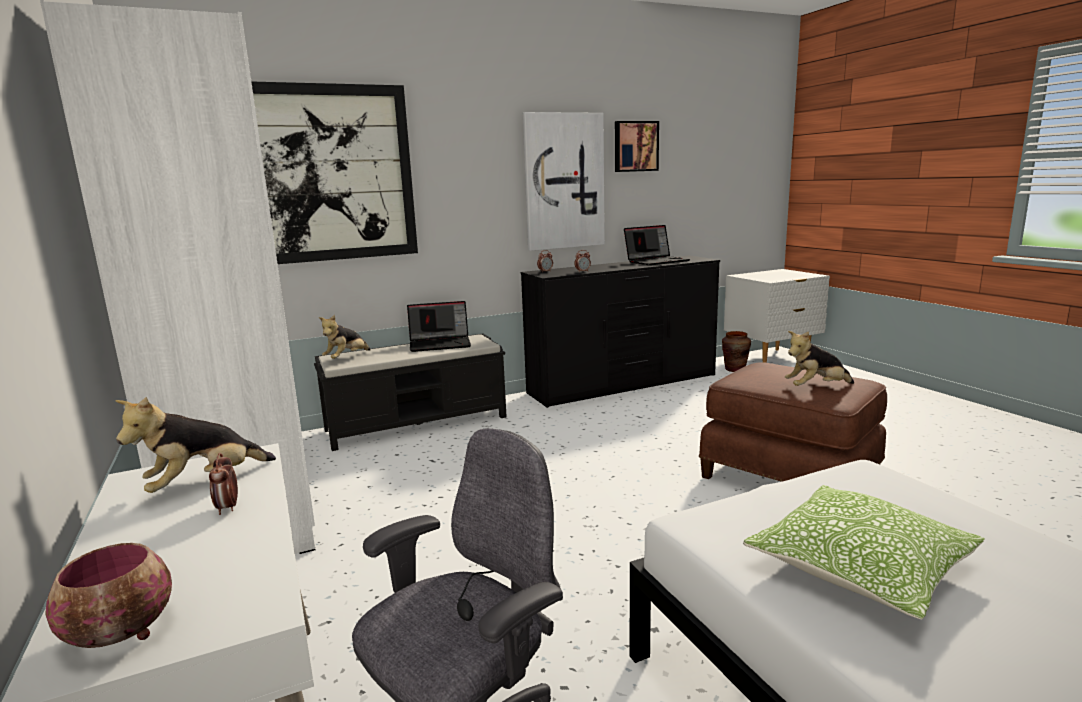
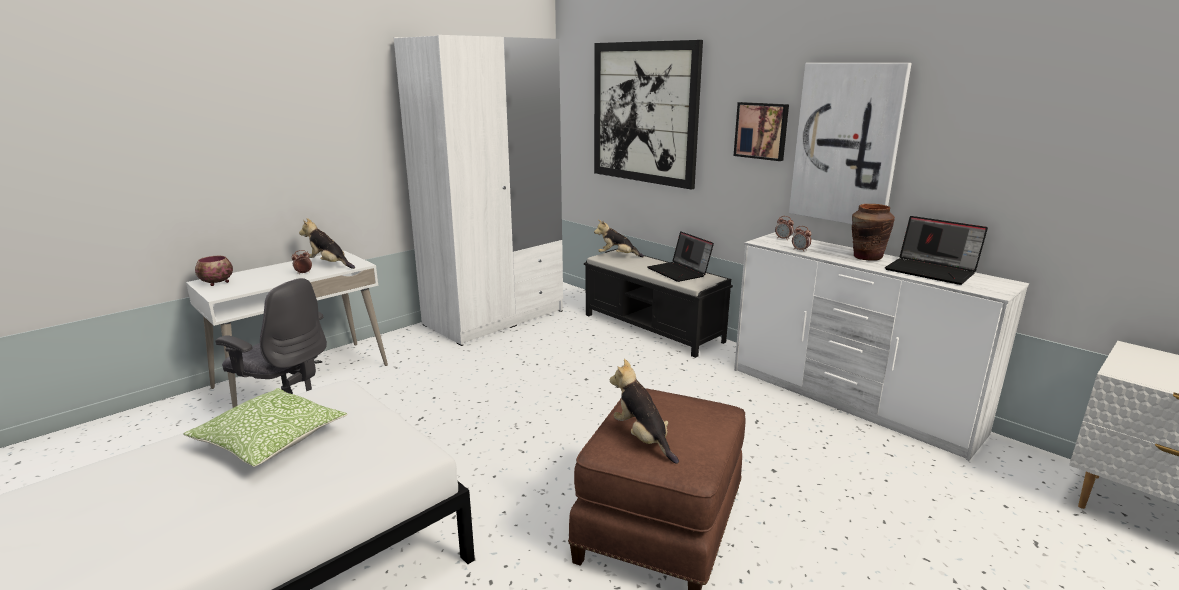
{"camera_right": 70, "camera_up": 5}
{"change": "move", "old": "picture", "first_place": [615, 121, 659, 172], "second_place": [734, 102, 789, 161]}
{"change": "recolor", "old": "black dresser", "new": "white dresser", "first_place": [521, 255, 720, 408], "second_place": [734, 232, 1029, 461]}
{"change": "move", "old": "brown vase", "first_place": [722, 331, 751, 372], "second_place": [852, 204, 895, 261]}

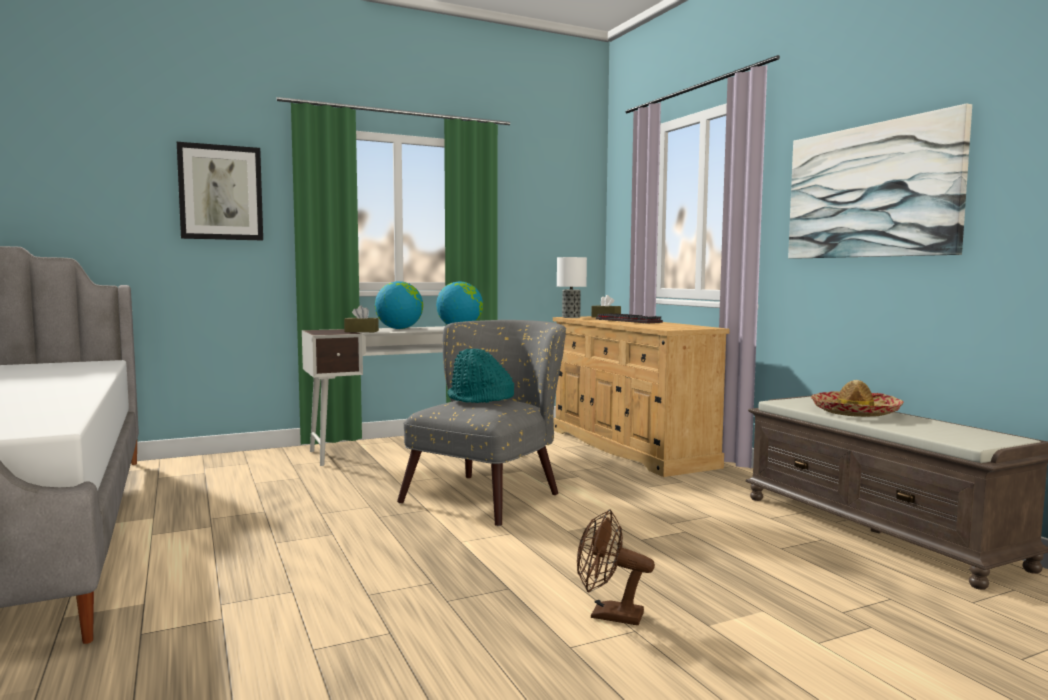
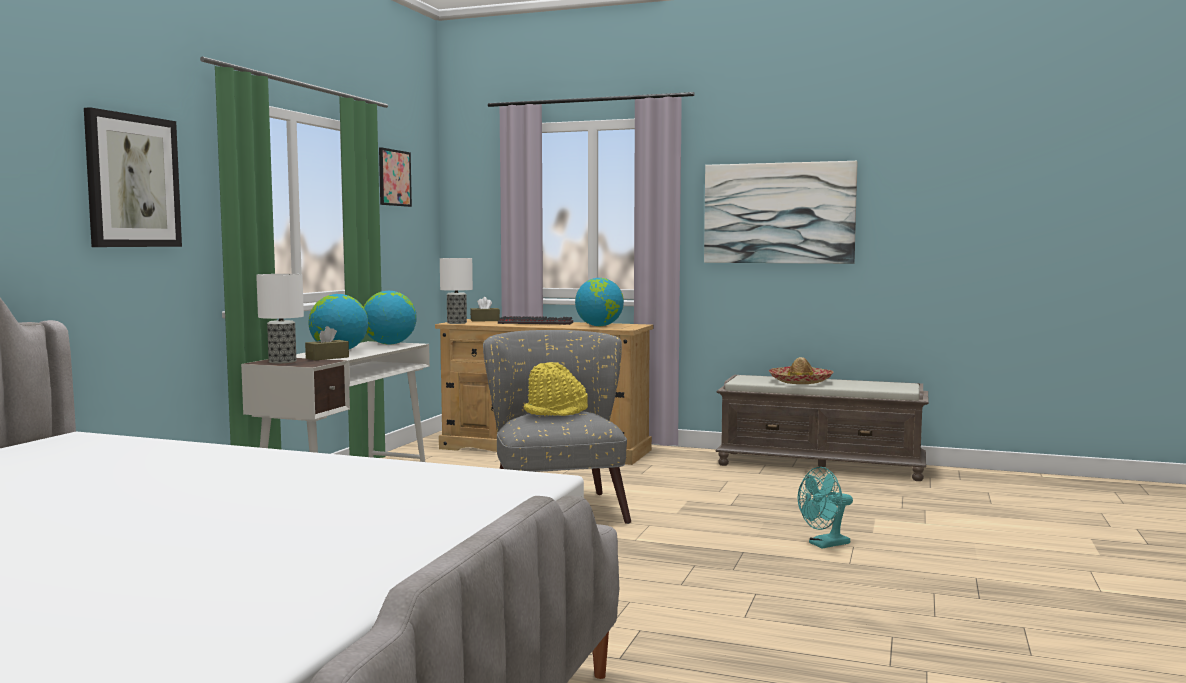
{"camera_right": -45, "camera_up": 0}
{"change": "recolor", "old": "turquoise hat", "new": "yellow hat", "first_place": [448, 349, 514, 403], "second_place": [524, 362, 588, 416]}
{"change": "recolor", "old": "brown fan", "new": "turquoise fan", "first_place": [577, 509, 655, 625], "second_place": [798, 467, 853, 549]}
{"change": "insert", "new": "picture", "second_place": [379, 147, 412, 207]}
{"change": "insert", "new": "table lamp", "second_place": [256, 274, 304, 363]}
{"change": "insert", "new": "globe", "second_place": [575, 278, 624, 326]}

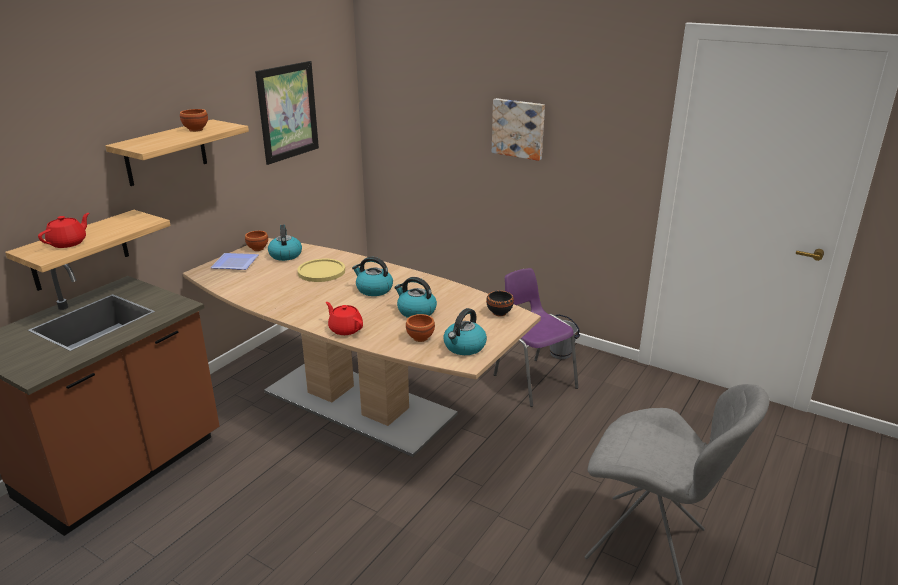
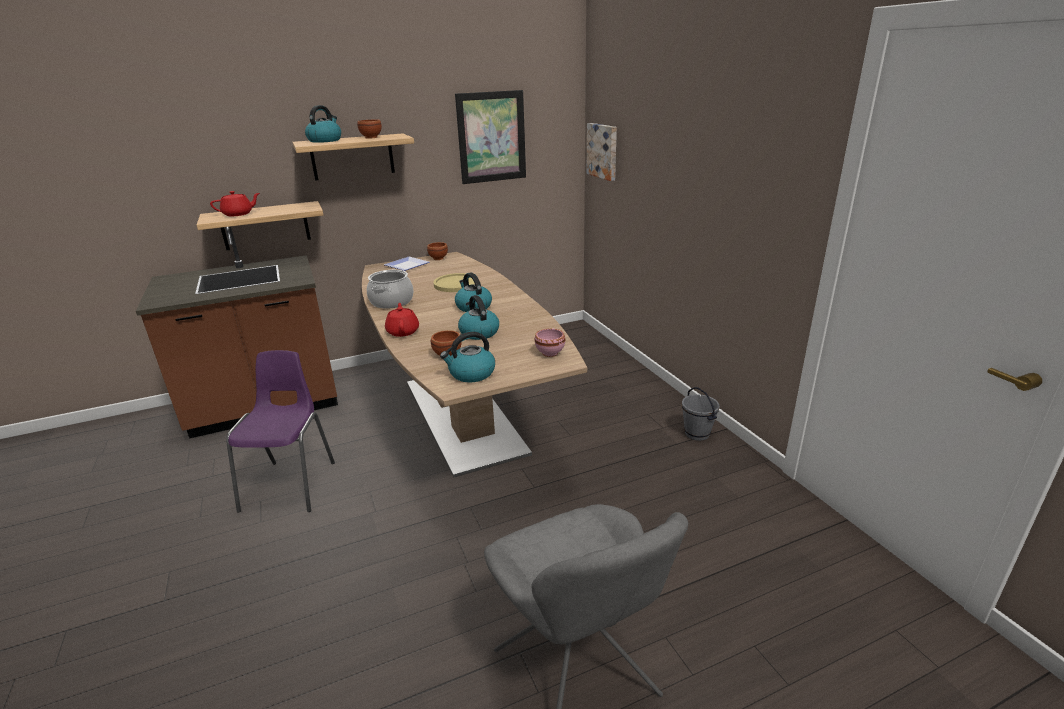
{"camera_right": 35, "camera_up": 0}
{"change": "move", "old": "picture", "first_place": [492, 98, 545, 161], "second_place": [587, 123, 617, 181]}
{"change": "move", "old": "kettle", "first_place": [268, 225, 302, 261], "second_place": [305, 105, 341, 143]}
{"change": "move", "old": "purple chair", "first_place": [494, 268, 578, 407], "second_place": [226, 350, 335, 513]}
{"change": "recolor", "old": "black bowl", "new": "pink bowl", "first_place": [486, 291, 514, 316], "second_place": [535, 328, 565, 357]}
{"change": "insert", "new": "cooking pot", "second_place": [367, 270, 414, 309]}

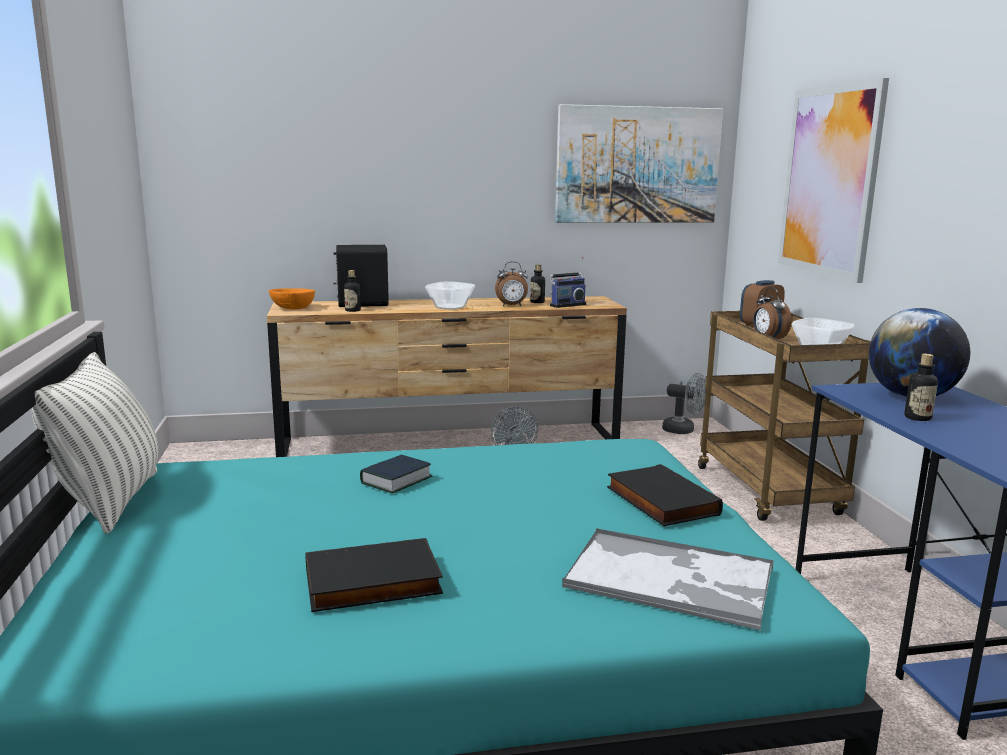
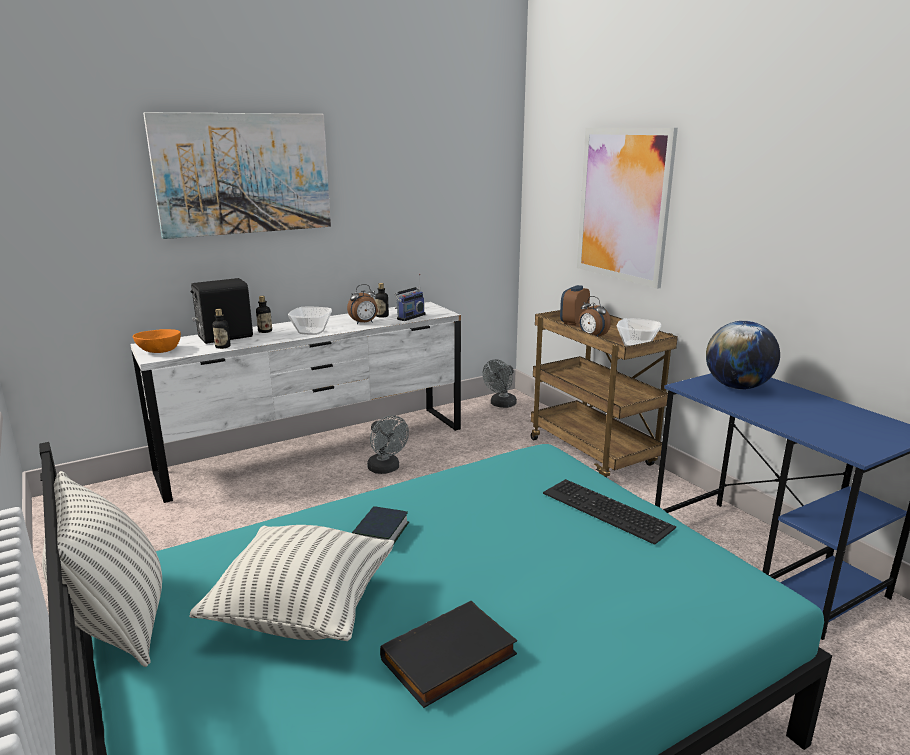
{"camera_right": -20, "camera_up": 5}
{"change": "move", "old": "picture", "first_place": [555, 104, 723, 223], "second_place": [143, 112, 331, 239]}
{"change": "recolor", "old": "brown dresser", "new": "white dresser", "first_place": [267, 296, 627, 457], "second_place": [130, 302, 461, 503]}
{"change": "move", "old": "bottle", "first_place": [904, 354, 938, 421], "second_place": [256, 296, 272, 333]}
{"change": "rotate", "old": "grey fan", "first_place": [662, 373, 706, 434], "second_place": [482, 359, 517, 408], "degrees": 120}
{"change": "replace", "old": "black book", "new": "keyboard", "first_place": [607, 464, 723, 526], "second_place": [543, 479, 676, 545]}
{"change": "delete", "old": "tray", "first_place": [562, 528, 774, 630]}
{"change": "insert", "new": "pillow", "second_place": [189, 525, 394, 641]}

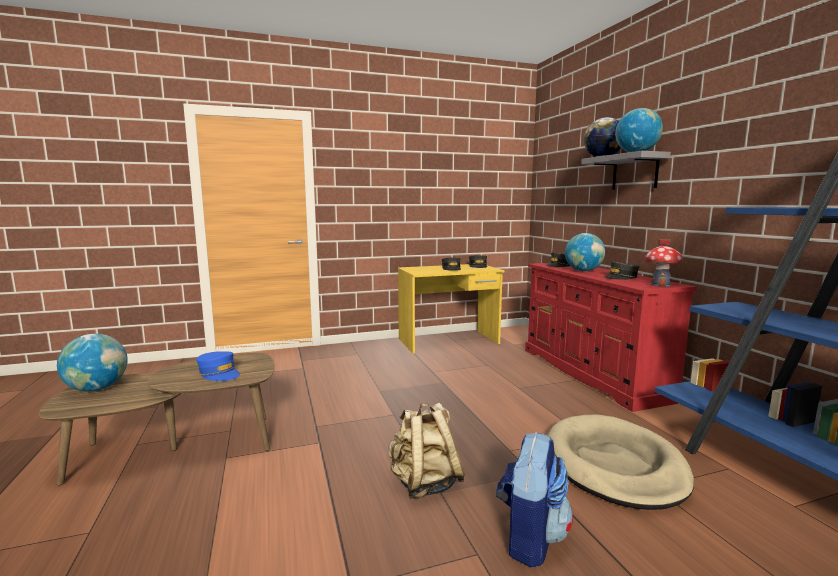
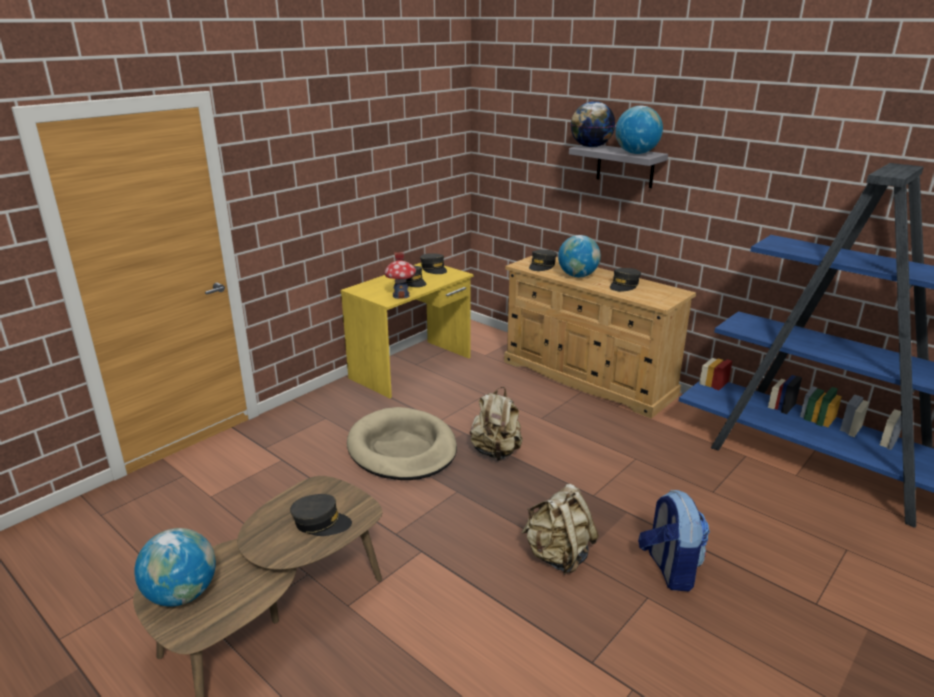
{"camera_right": -30, "camera_up": 15}
{"change": "move", "old": "toy house", "first_place": [645, 239, 683, 287], "second_place": [384, 252, 416, 299]}
{"change": "recolor", "old": "red dresser", "new": "beige dresser", "first_place": [525, 263, 697, 412], "second_place": [504, 256, 696, 419]}
{"change": "recolor", "old": "blue cap", "new": "grey cap", "first_place": [196, 351, 240, 381], "second_place": [290, 494, 352, 536]}
{"change": "move", "old": "beige dog bed", "first_place": [547, 414, 694, 510], "second_place": [347, 407, 457, 480]}
{"change": "insert", "new": "beige backpack", "second_place": [470, 387, 523, 461]}

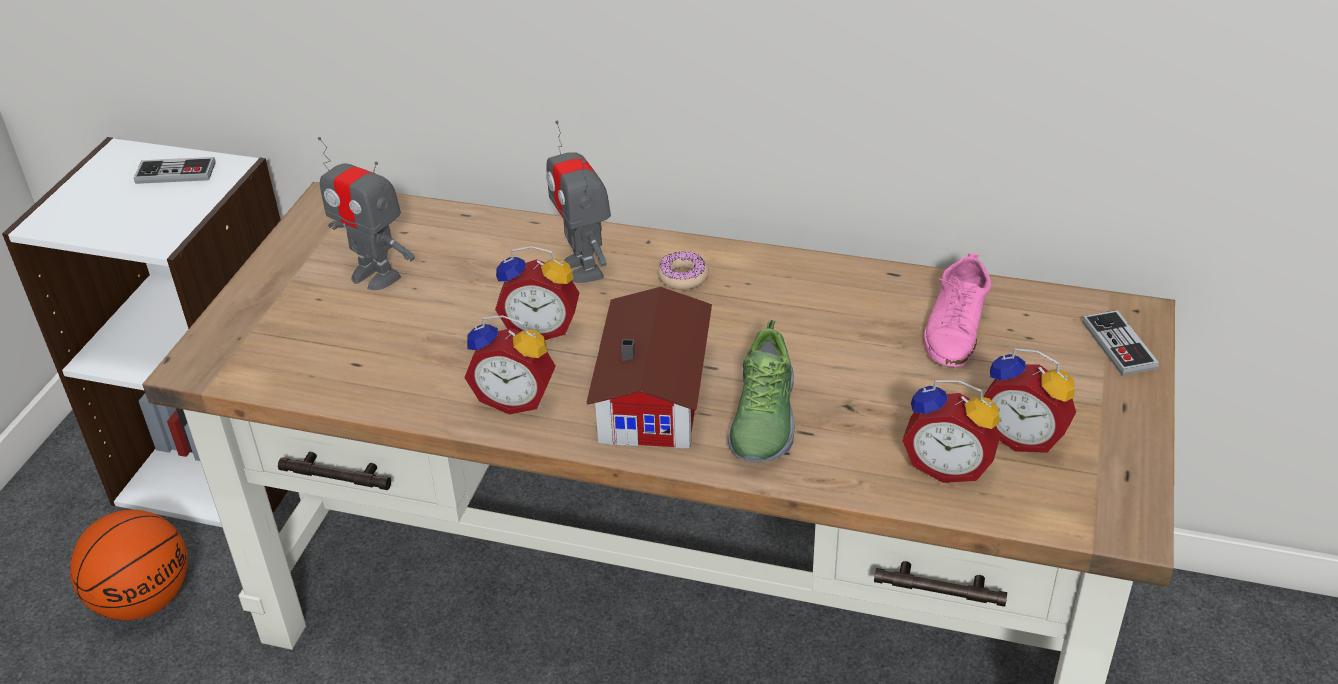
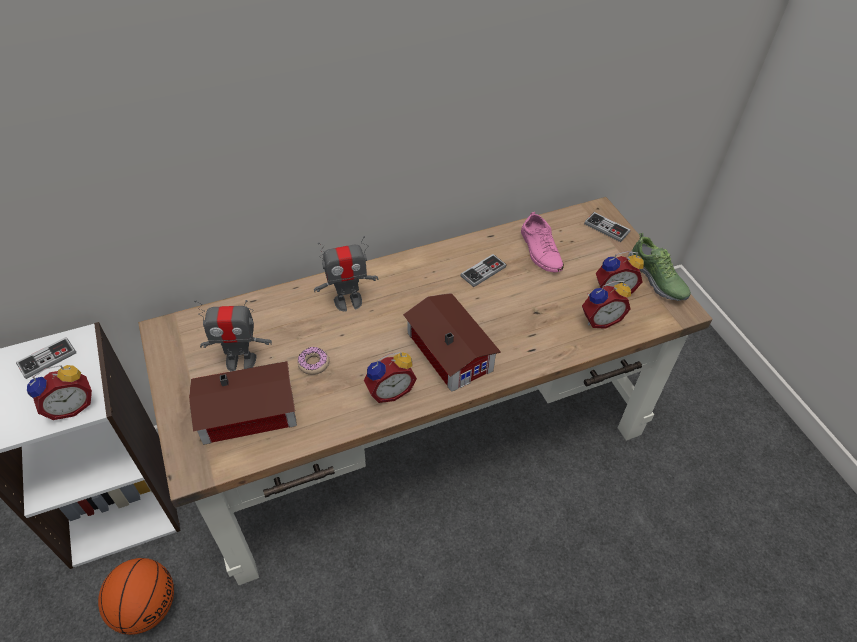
{"camera_right": -40, "camera_up": 10}
{"change": "rotate", "old": "toy robot", "first_place": [546, 121, 611, 283], "second_place": [314, 236, 378, 311], "degrees": -45}
{"change": "move", "old": "alarm clock", "first_place": [495, 246, 579, 340], "second_place": [27, 365, 92, 420]}
{"change": "move", "old": "donut", "first_place": [658, 251, 709, 290], "second_place": [297, 347, 329, 375]}
{"change": "move", "old": "shoe", "first_place": [728, 320, 795, 463], "second_place": [628, 233, 691, 301]}
{"change": "insert", "new": "game controller", "second_place": [461, 254, 507, 287]}
{"change": "insert", "new": "toy house", "second_place": [189, 361, 297, 445]}

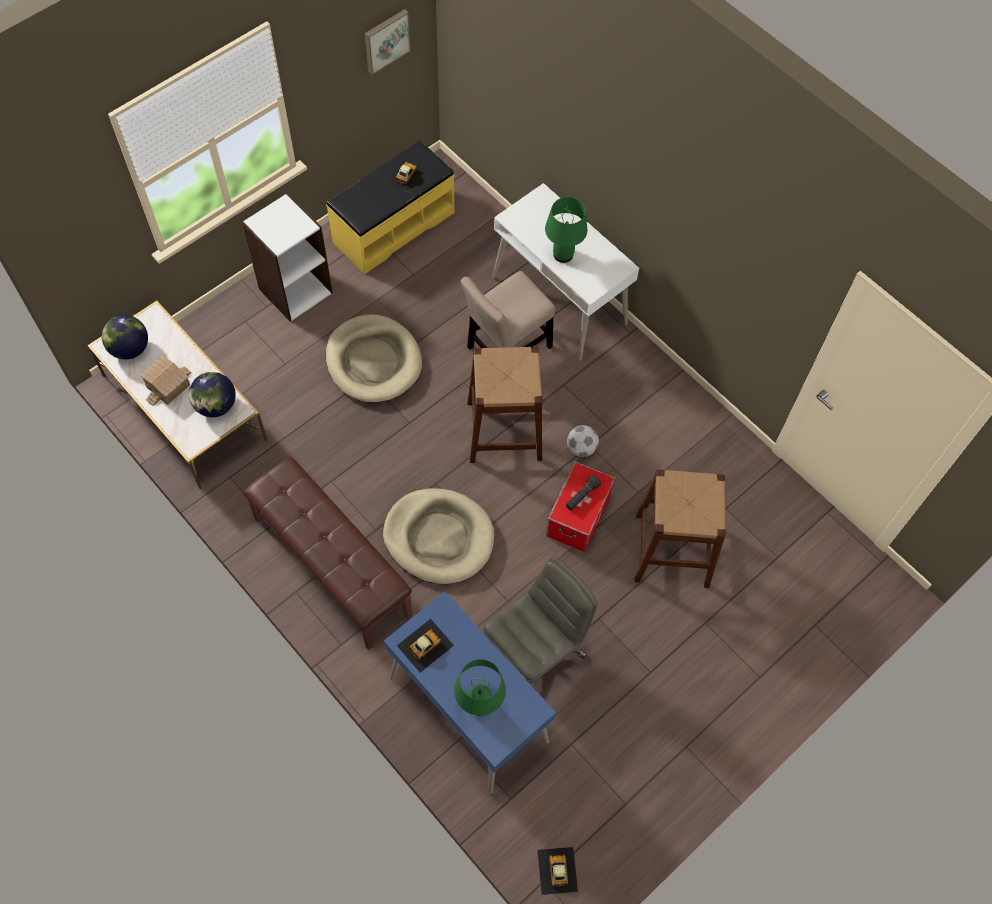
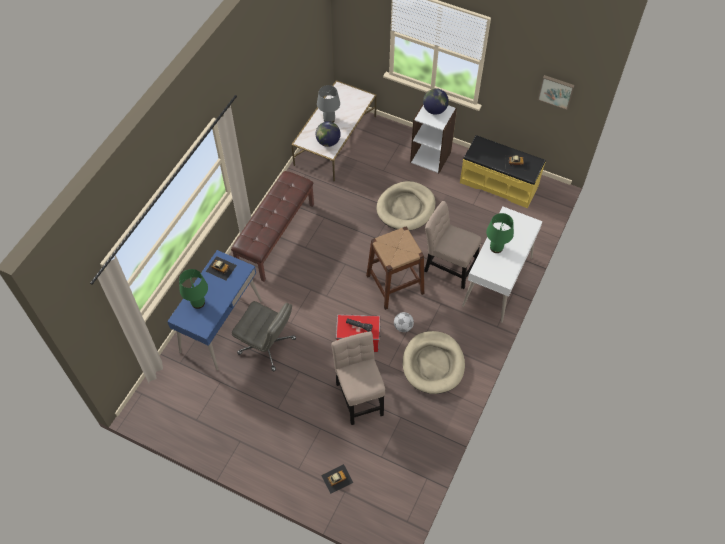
{"camera_right": 70, "camera_up": -5}
{"change": "move", "old": "globe", "first_place": [102, 315, 148, 360], "second_place": [423, 88, 449, 115]}
{"change": "replace", "old": "toy house", "new": "grey table lamp", "first_place": [139, 355, 191, 406], "second_place": [317, 85, 340, 122]}
{"change": "replace", "old": "brown stool", "new": "beige chair", "first_place": [635, 469, 725, 588], "second_place": [331, 331, 385, 425]}
{"change": "move", "old": "beige dog bed", "first_place": [383, 488, 494, 584], "second_place": [403, 331, 465, 394]}
{"change": "move", "old": "toy car", "first_place": [537, 847, 578, 895], "second_place": [321, 464, 353, 494]}

